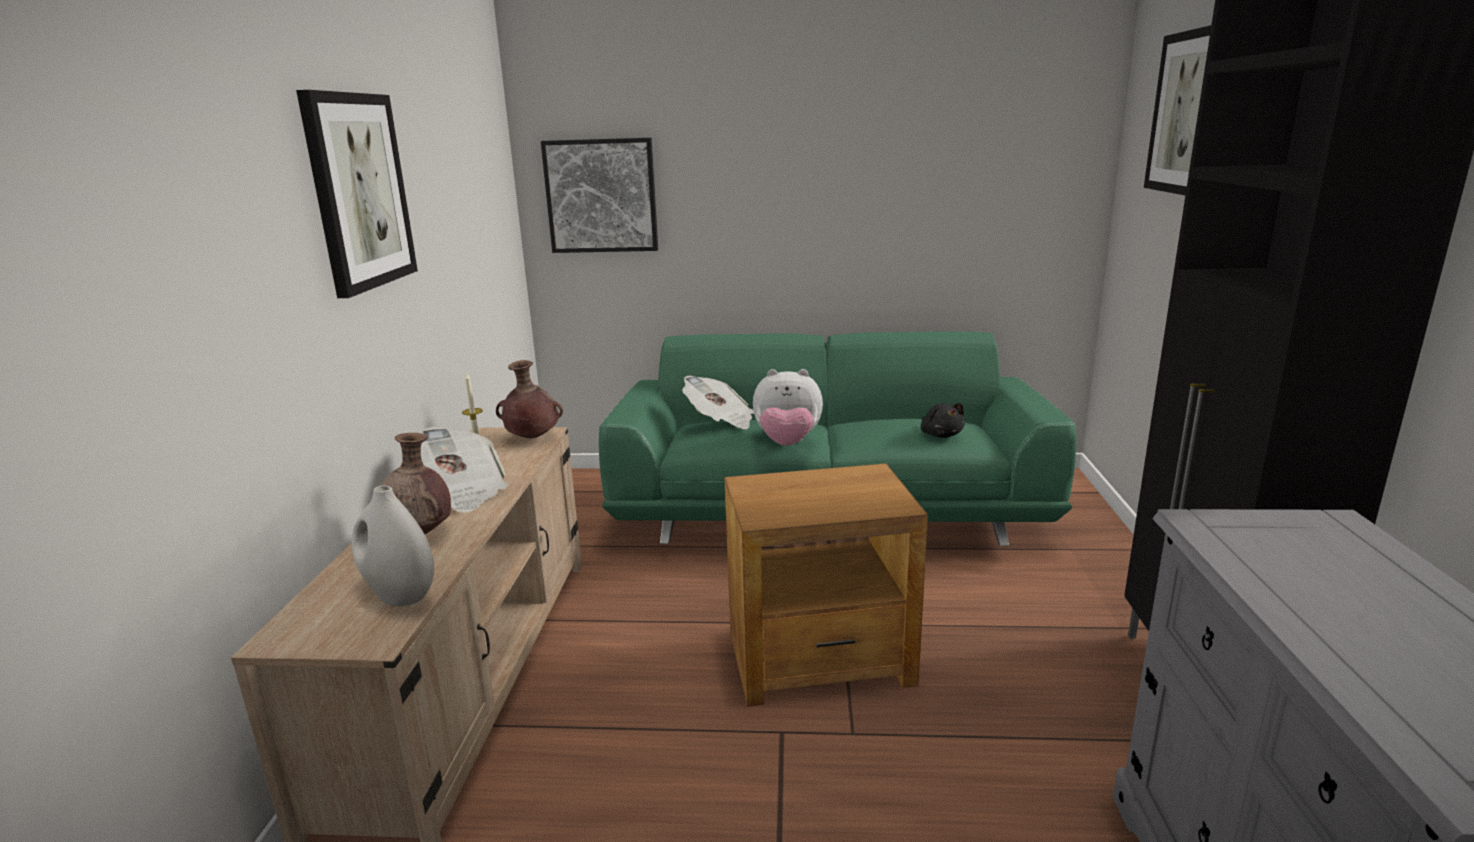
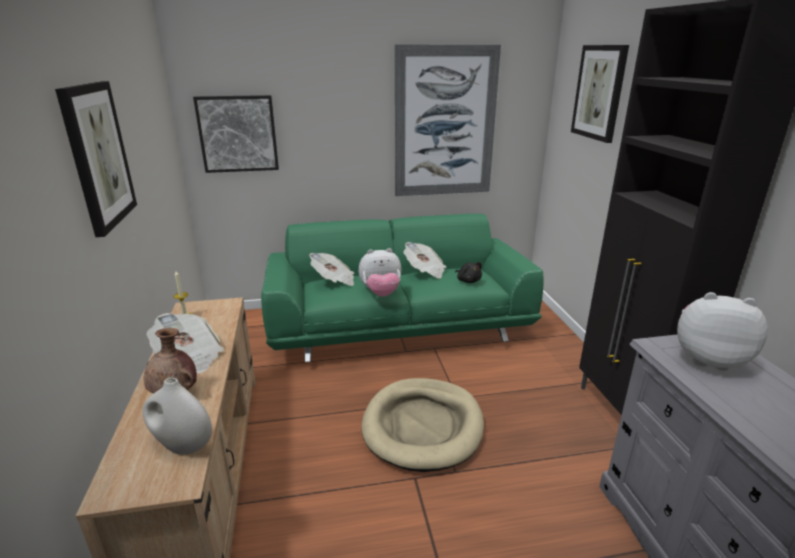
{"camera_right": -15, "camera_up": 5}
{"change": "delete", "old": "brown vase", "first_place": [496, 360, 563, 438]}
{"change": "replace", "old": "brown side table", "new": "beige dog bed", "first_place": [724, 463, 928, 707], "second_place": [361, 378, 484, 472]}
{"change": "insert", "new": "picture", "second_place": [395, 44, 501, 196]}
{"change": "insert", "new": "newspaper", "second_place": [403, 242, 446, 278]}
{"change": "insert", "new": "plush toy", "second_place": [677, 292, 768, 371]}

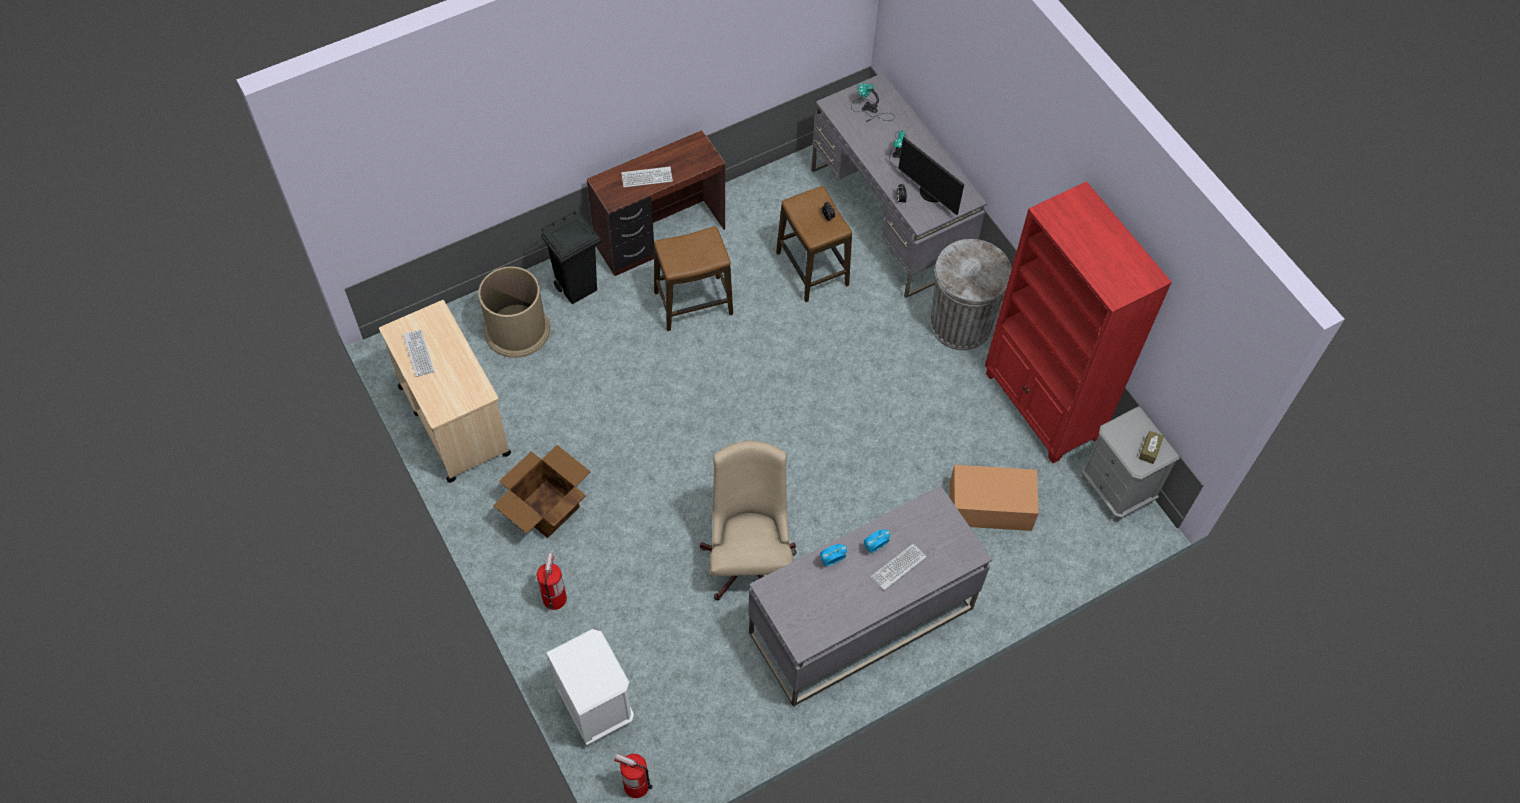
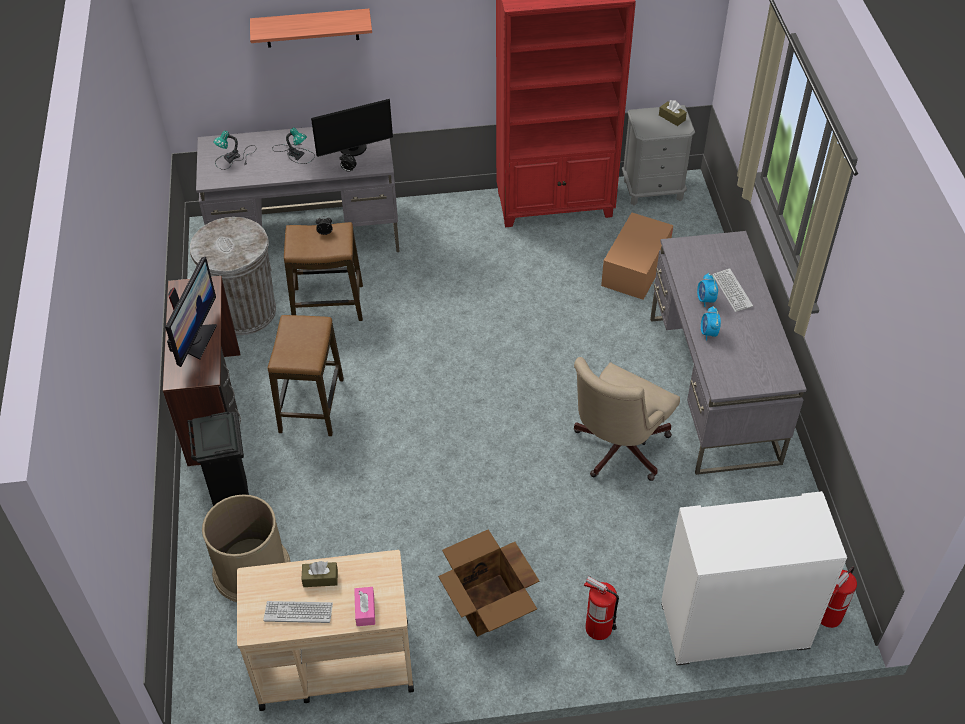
{"camera_right": -65, "camera_up": -10}
{"change": "replace", "old": "keyboard", "new": "monitor", "first_place": [621, 167, 673, 187], "second_place": [165, 257, 217, 367]}
{"change": "move", "old": "grey trash can", "first_place": [930, 239, 1012, 350], "second_place": [190, 217, 276, 335]}
{"change": "rotate", "old": "beige office chair", "first_place": [700, 440, 797, 600], "second_place": [574, 357, 680, 481], "degrees": -75}
{"change": "replace", "old": "white nightstand", "new": "white cabinet", "first_place": [546, 629, 634, 745], "second_place": [661, 491, 847, 666]}
{"change": "insert", "new": "shelf", "second_place": [250, 9, 372, 48]}
{"change": "insert", "new": "brown tissue box", "second_place": [301, 561, 338, 587]}
{"change": "insert", "new": "pink tissue box", "second_place": [354, 587, 375, 626]}

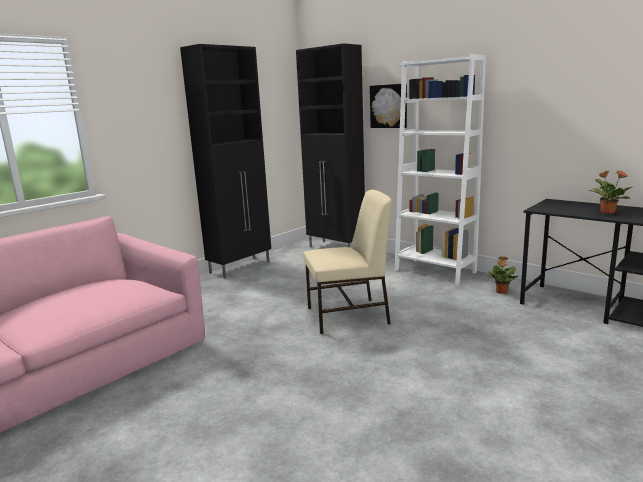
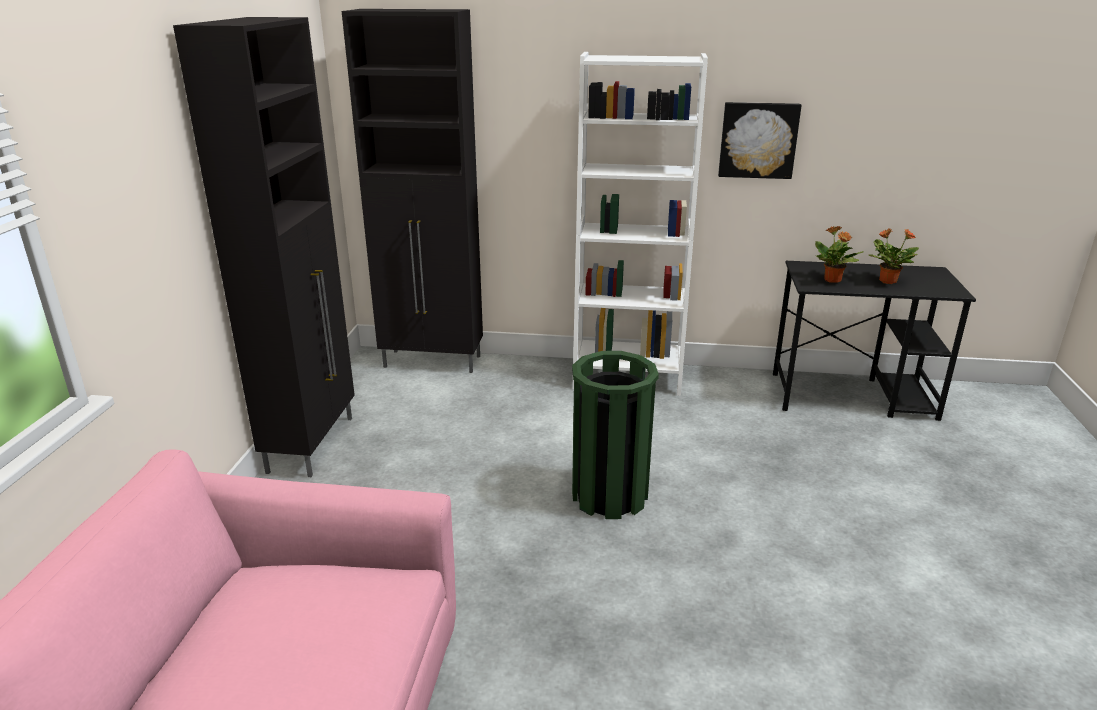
{"camera_right": -35, "camera_up": 10}
{"change": "move", "old": "picture", "first_place": [370, 84, 407, 128], "second_place": [718, 102, 802, 179]}
{"change": "replace", "old": "beige chair", "new": "green trash can", "first_place": [303, 190, 392, 334], "second_place": [572, 351, 659, 519]}
{"change": "move", "old": "potted plant", "first_place": [487, 256, 518, 294], "second_place": [815, 226, 863, 282]}

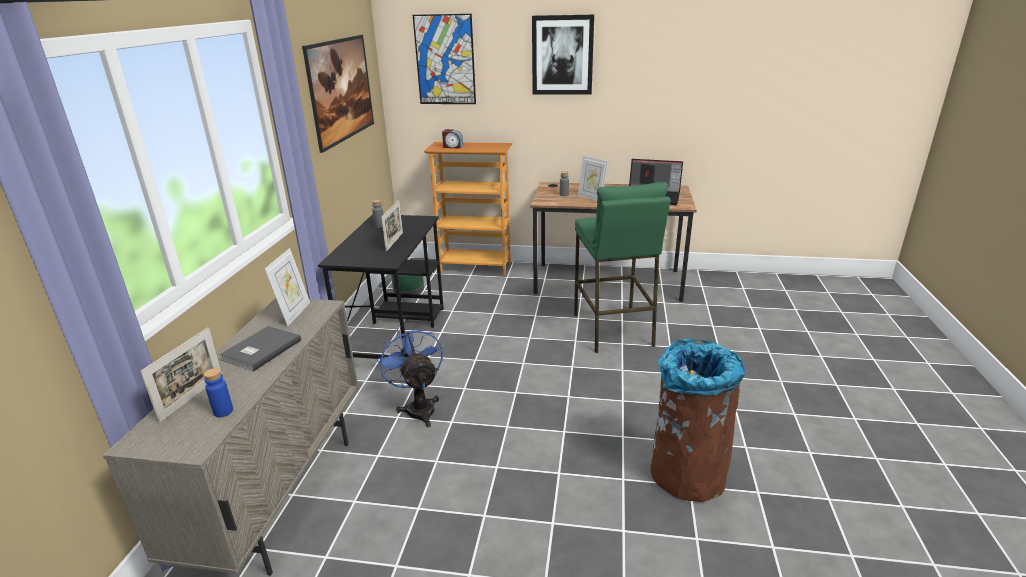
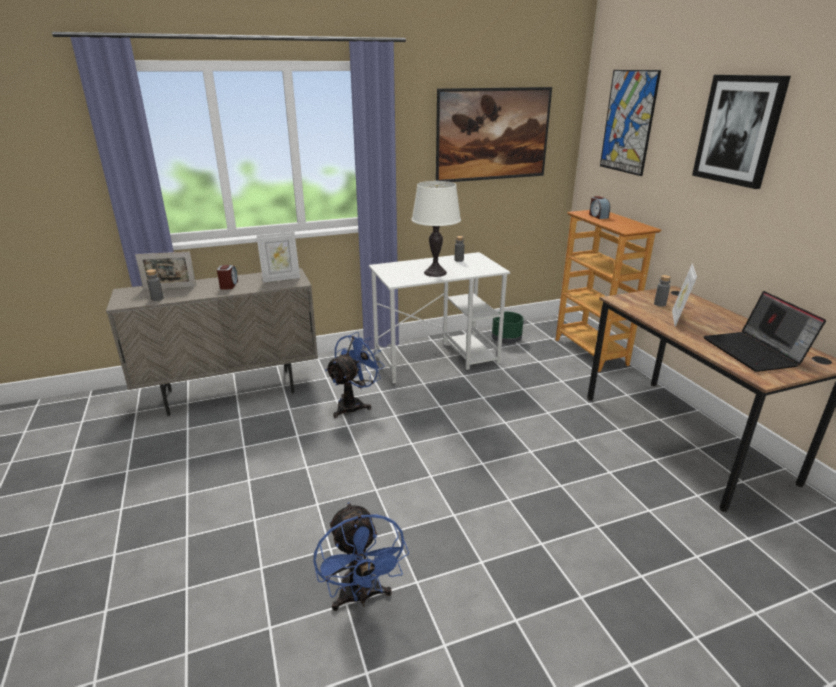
{"camera_right": 60, "camera_up": 0}
{"change": "delete", "old": "green stool", "first_place": [574, 182, 671, 353]}
{"change": "replace", "old": "picture frame", "new": "white table lamp", "first_place": [381, 200, 403, 252], "second_place": [411, 181, 461, 277]}
{"change": "recolor", "old": "black desk", "new": "white desk", "first_place": [318, 214, 444, 359], "second_place": [369, 252, 510, 383]}
{"change": "replace", "old": "grey book", "new": "alarm clock", "first_place": [219, 326, 301, 371], "second_place": [217, 265, 238, 289]}
{"change": "replace", "old": "brown trash can", "new": "blue fan", "first_place": [650, 339, 746, 502], "second_place": [314, 502, 409, 611]}
{"change": "recolor", "old": "blue bottle", "new": "grey bottle", "first_place": [204, 368, 233, 417], "second_place": [146, 269, 164, 301]}

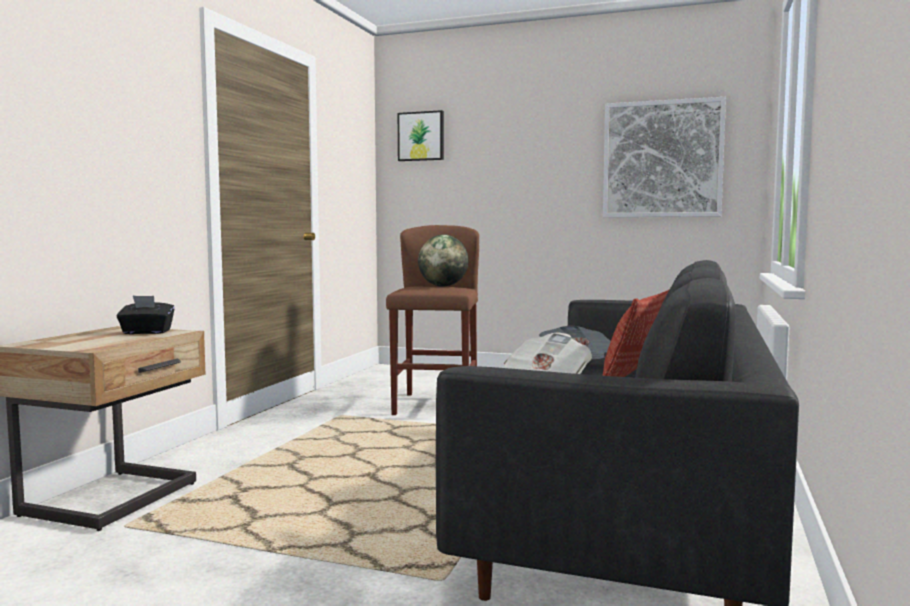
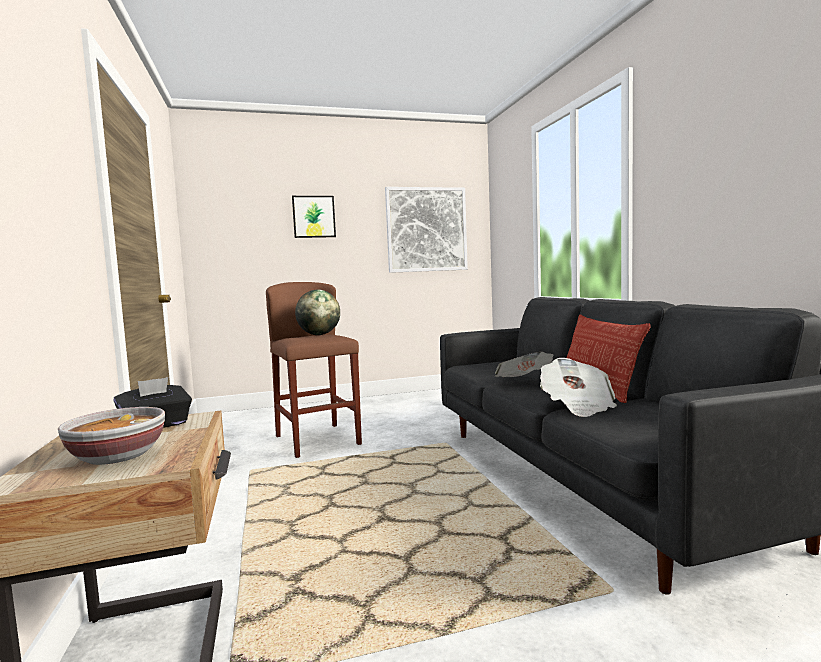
{"camera_right": -35, "camera_up": 0}
{"change": "move", "old": "picture", "first_place": [398, 110, 444, 161], "second_place": [292, 196, 336, 238]}
{"change": "insert", "new": "bowl", "second_place": [58, 407, 165, 465]}

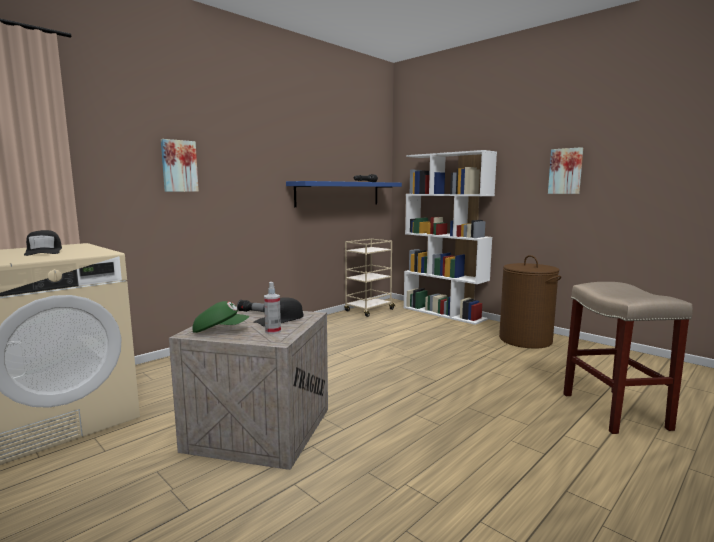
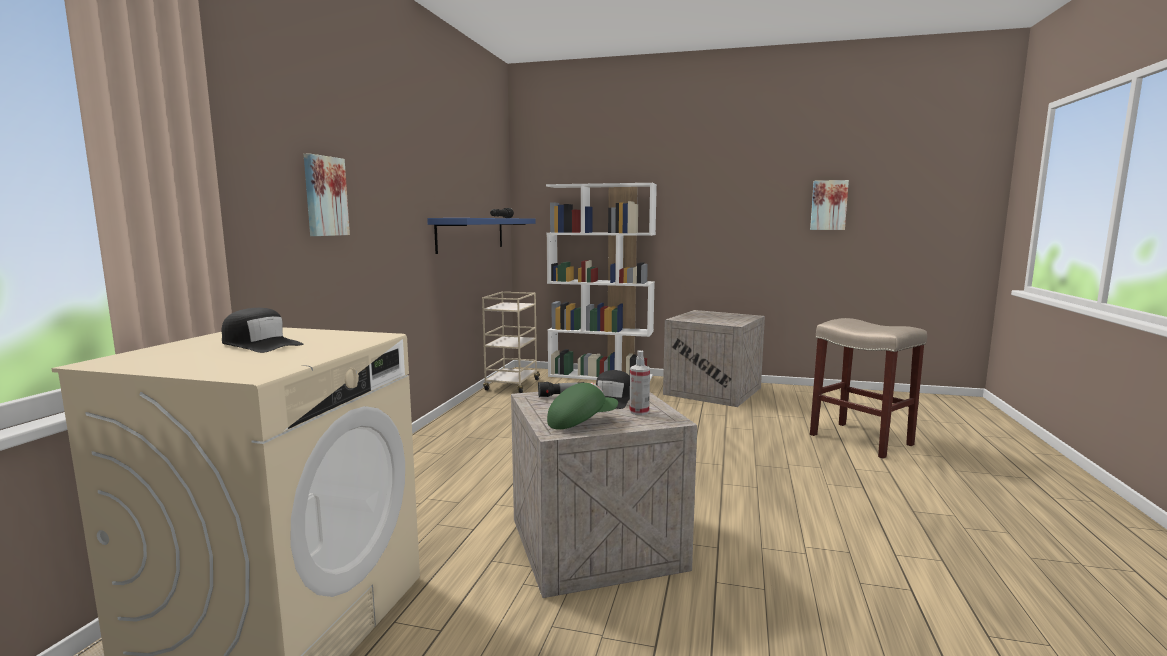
{"camera_right": -30, "camera_up": 0}
{"change": "move", "old": "picture", "first_place": [548, 147, 583, 194], "second_place": [810, 180, 849, 230]}
{"change": "replace", "old": "brown laundry basket", "new": "crate", "first_place": [499, 255, 561, 349], "second_place": [663, 310, 765, 407]}

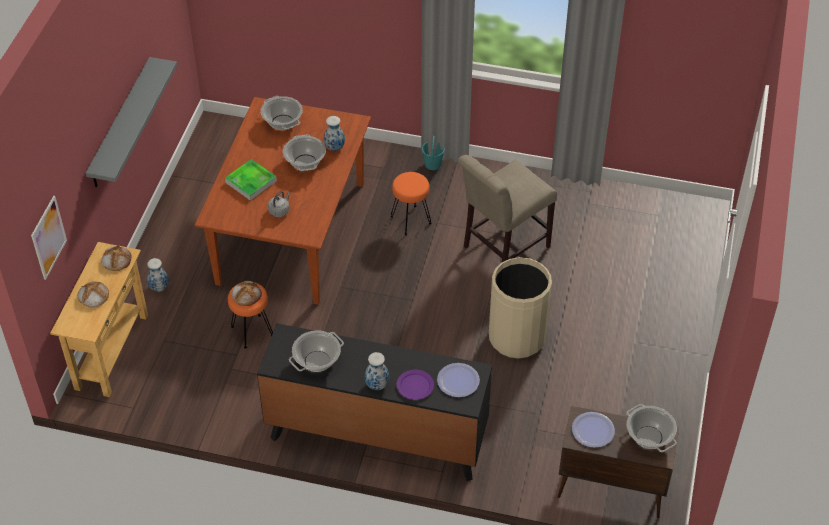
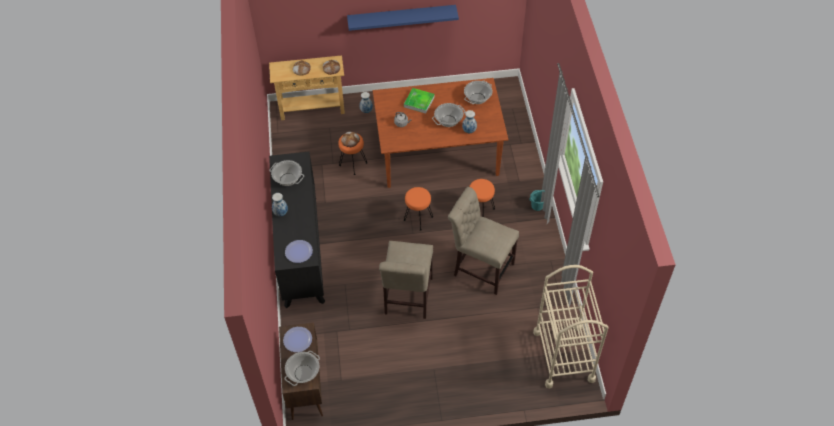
{"camera_right": 70, "camera_up": 5}
{"change": "recolor", "old": "grey shelf", "new": "blue shelf", "first_place": [86, 57, 177, 188], "second_place": [347, 5, 459, 31]}
{"change": "delete", "old": "picture", "first_place": [31, 196, 67, 280]}
{"change": "replace", "old": "beige trash can", "new": "beige chair", "first_place": [489, 257, 552, 359], "second_place": [379, 241, 433, 319]}
{"change": "delete", "old": "purple plate", "first_place": [396, 370, 434, 400]}
{"change": "insert", "new": "orange stool", "second_place": [404, 187, 433, 231]}
{"change": "insert", "new": "beige cart", "second_place": [533, 265, 609, 388]}

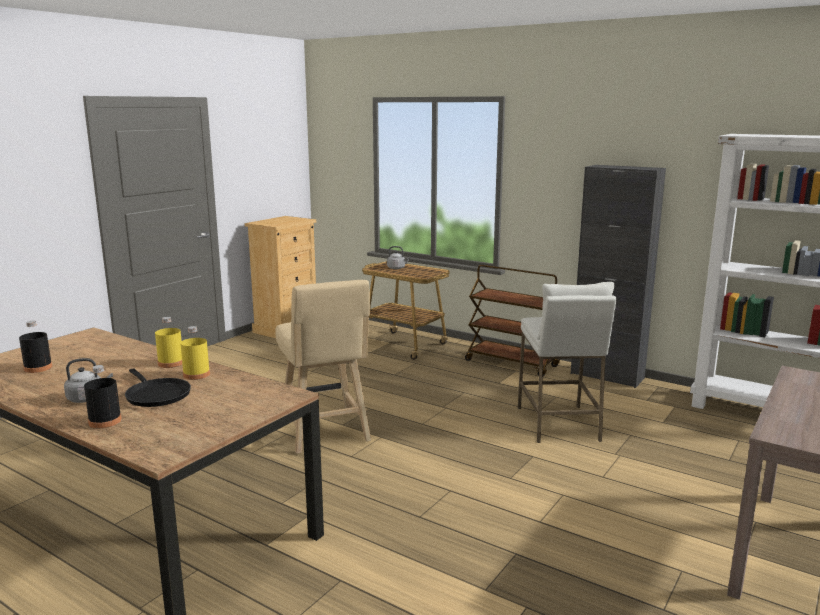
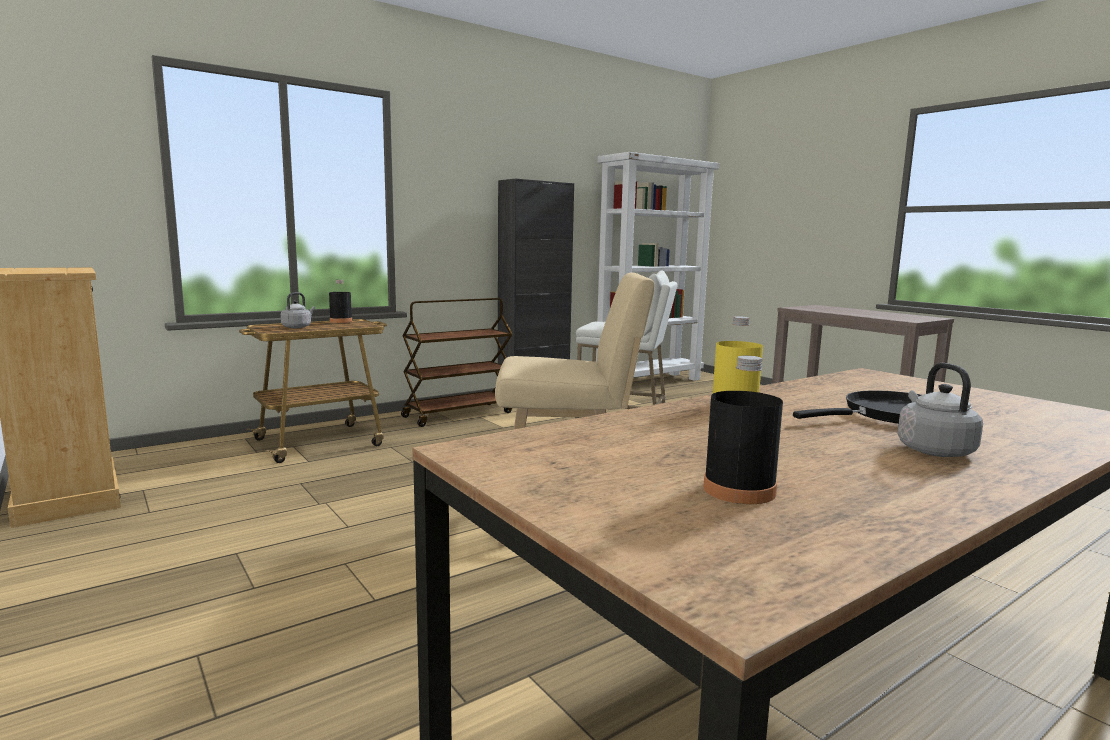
{"camera_right": -70, "camera_up": -5}
{"change": "delete", "old": "yellow bottle", "first_place": [180, 326, 210, 380]}
{"change": "move", "old": "black bottle", "first_place": [84, 365, 122, 428], "second_place": [329, 280, 352, 323]}

